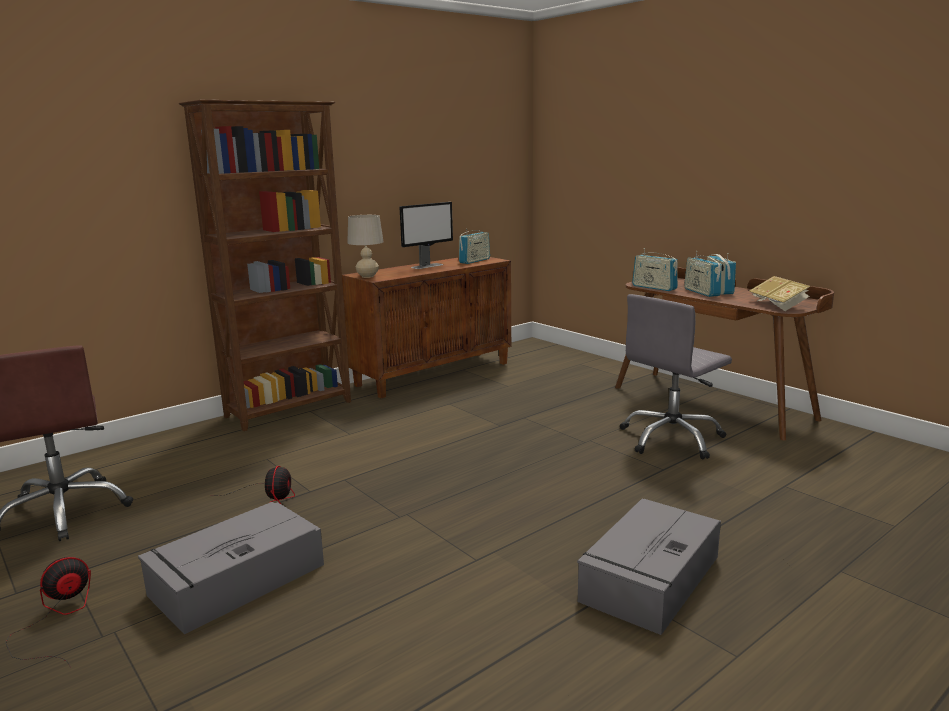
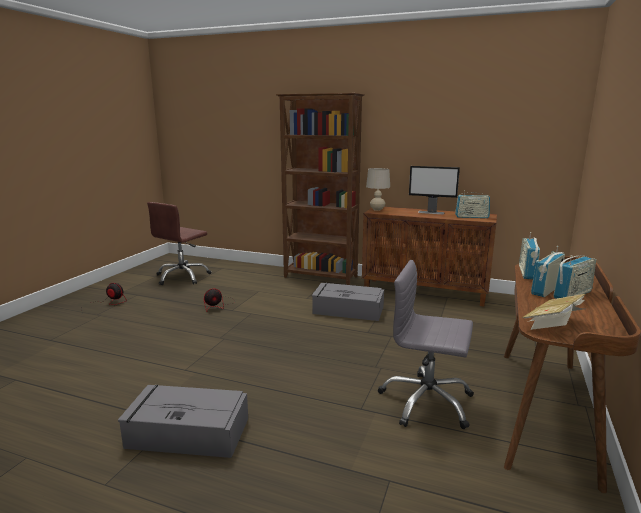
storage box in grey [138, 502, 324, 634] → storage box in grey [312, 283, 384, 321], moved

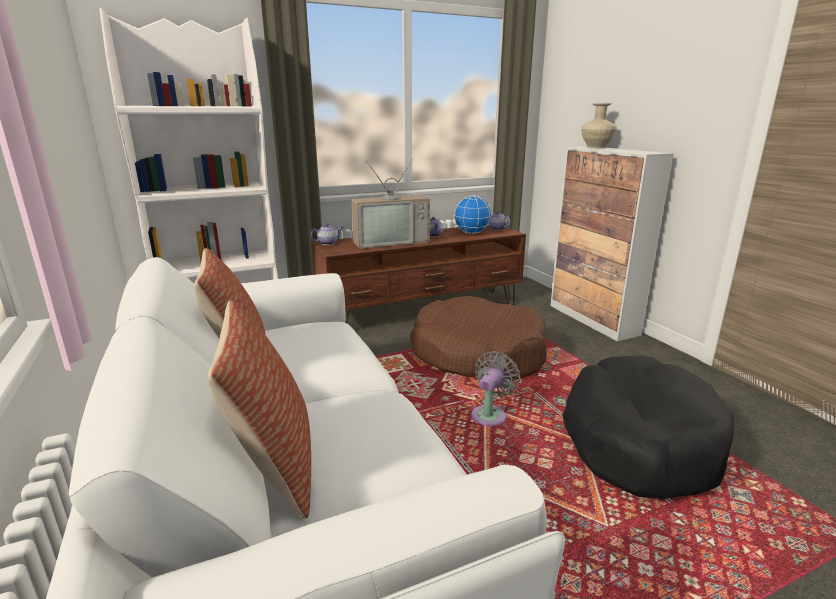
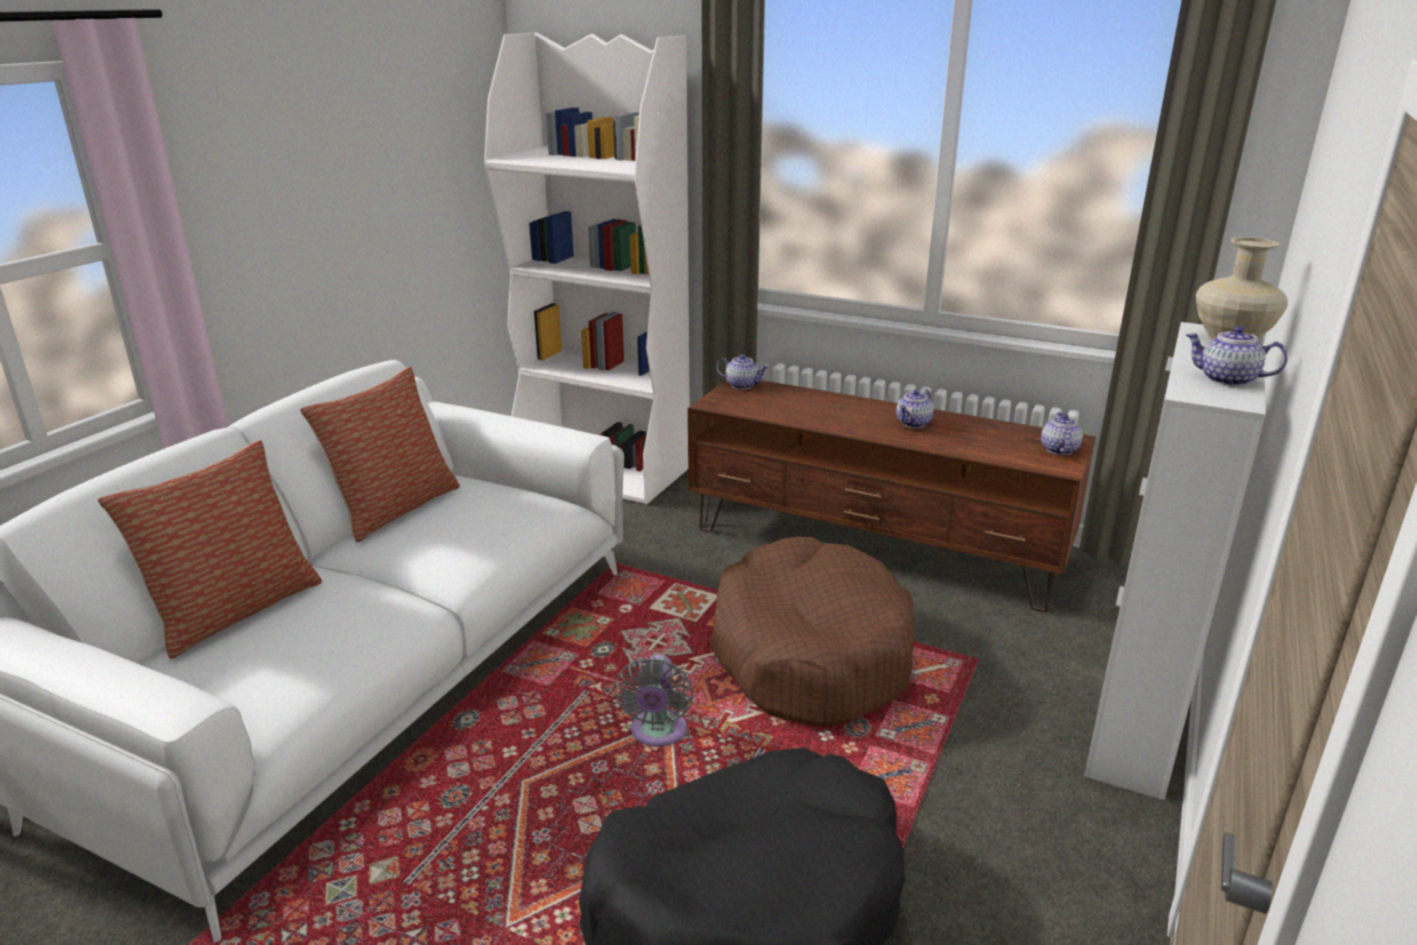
television [352, 159, 430, 249] → -
globe [455, 196, 492, 234] → -
fan in grey [471, 351, 521, 426] → fan in grey [614, 654, 693, 747], 105 degrees clockwise
- → teapot [1185, 326, 1288, 387]

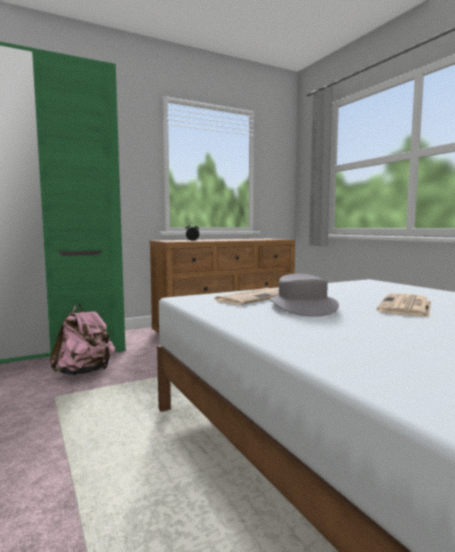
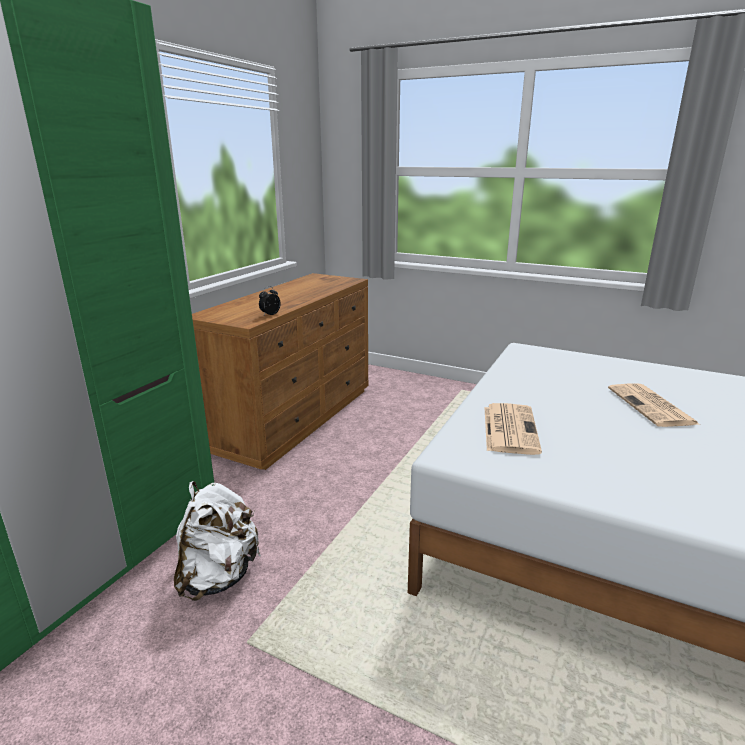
hat in grey [270, 274, 339, 317] → -
backpack in pink [50, 304, 115, 375] → backpack in white [174, 481, 261, 601]

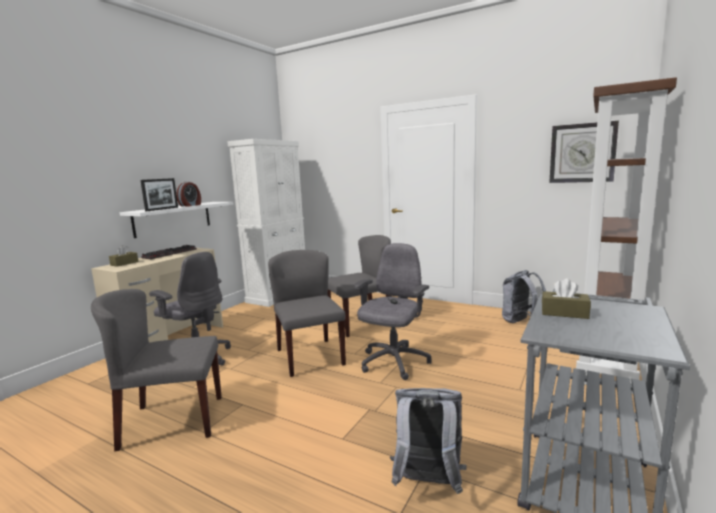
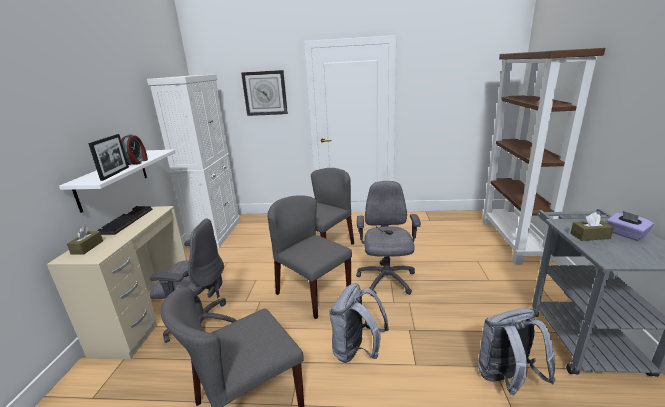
wall clock [549, 121, 619, 183] → wall clock [241, 70, 288, 116], moved
backpack in grey [502, 270, 546, 323] → backpack in grey [329, 283, 389, 363], moved
- → tissue box in purple [607, 211, 654, 241]

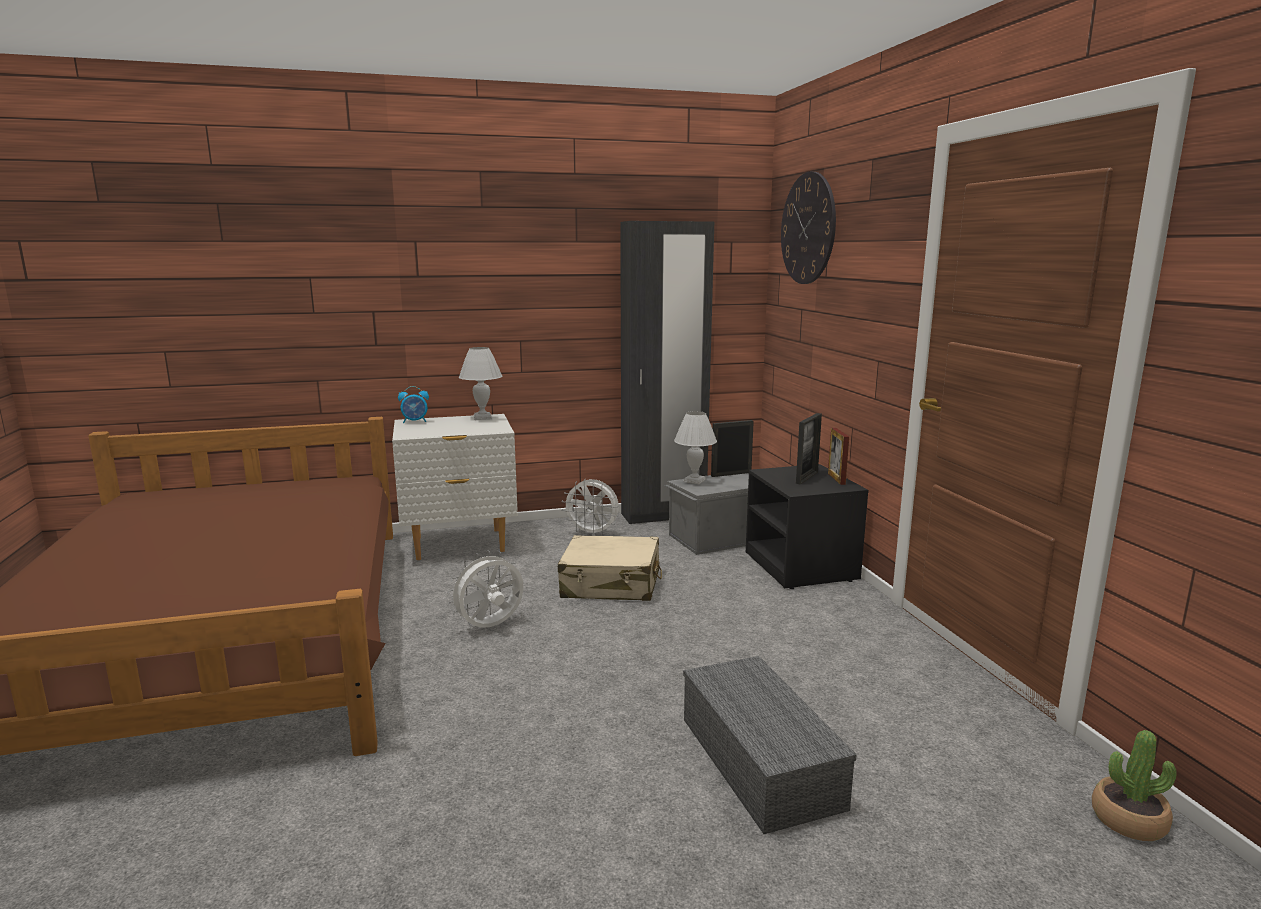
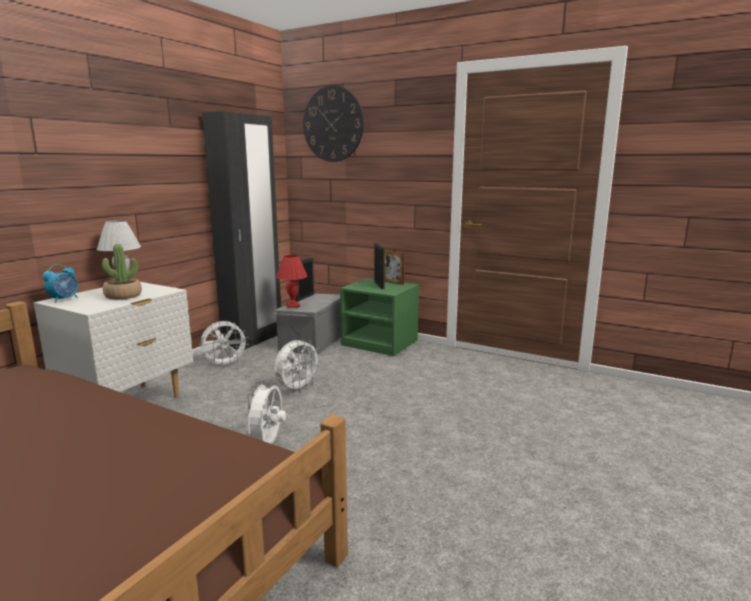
table lamp in white [674, 411, 717, 484] → table lamp in red [276, 255, 307, 308]
nightstand in black [746, 464, 869, 589] → nightstand in green [340, 278, 419, 356]
suitcase in beige [558, 535, 662, 601] → fan in white [274, 339, 322, 392]
storage box in grey [683, 656, 856, 834] → -
potted plant [1092, 730, 1177, 841] → potted plant [102, 244, 142, 300], moved

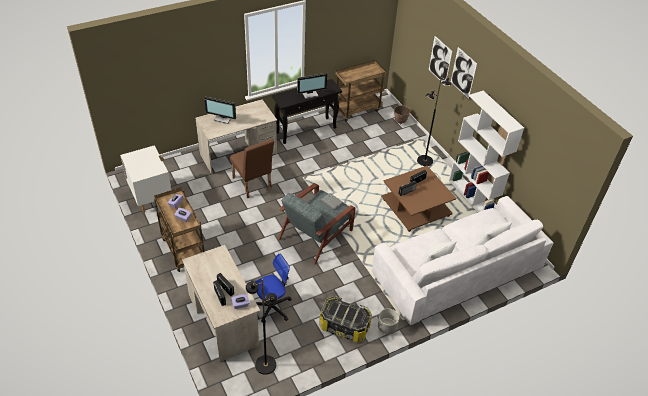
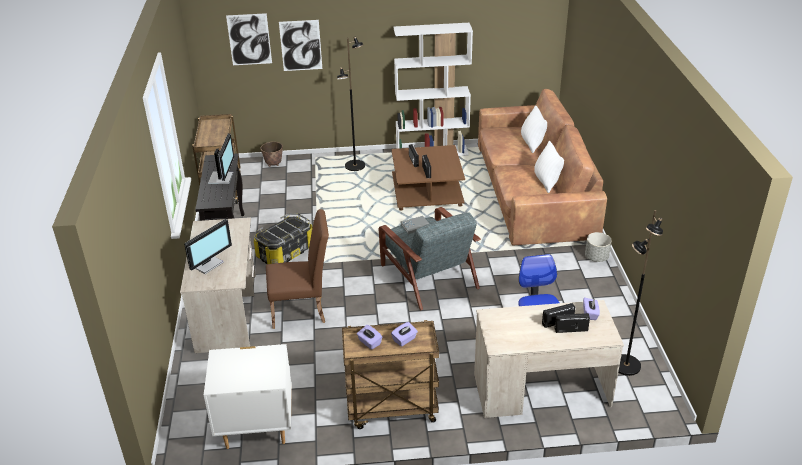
picture [451, 47, 477, 99] → picture [226, 13, 272, 65], moved
sofa in white [372, 196, 553, 325] → sofa in brown [478, 89, 607, 246]
storage box [319, 296, 372, 343] → storage box [254, 213, 312, 264], moved

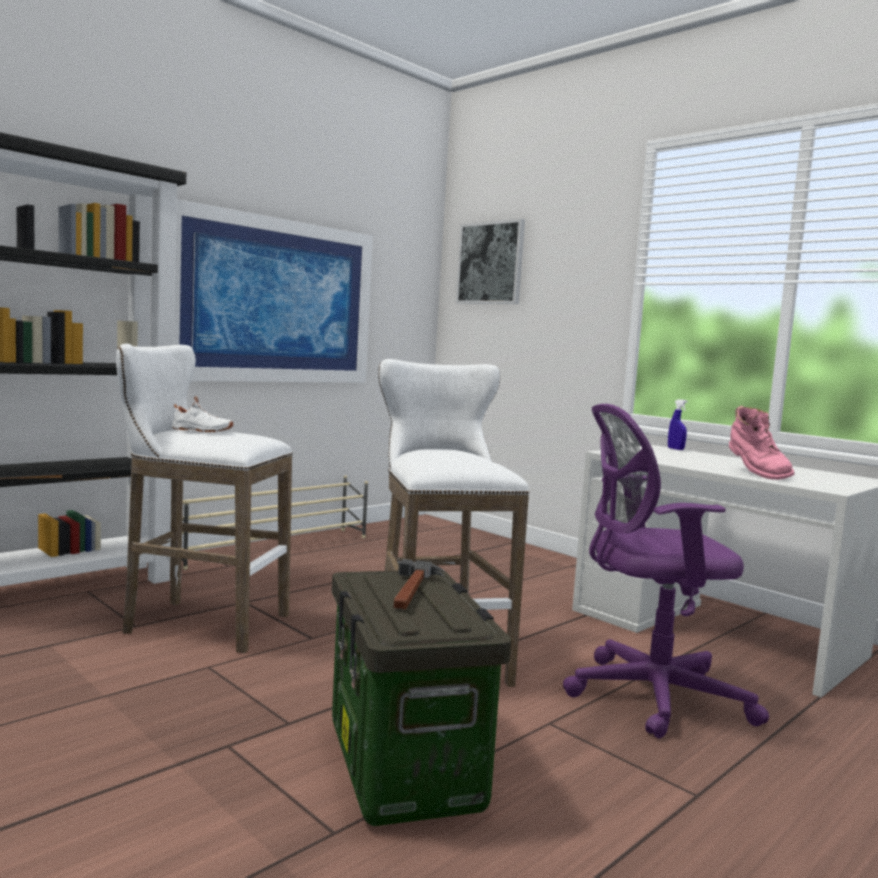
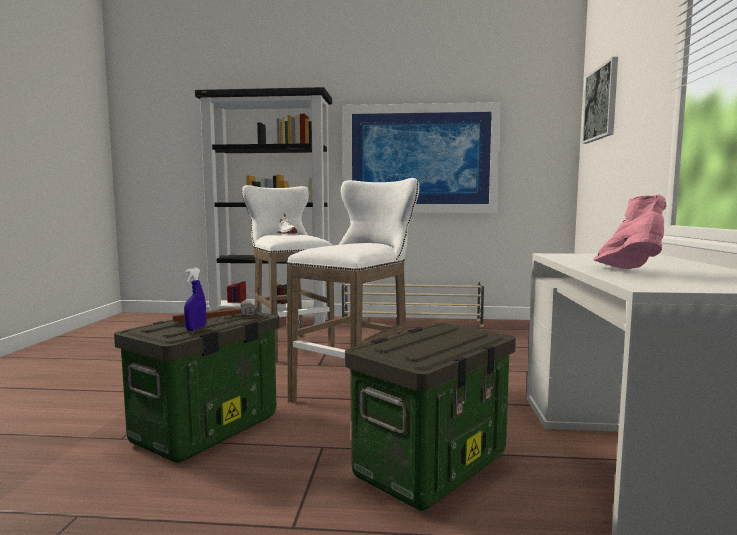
spray bottle in blue [668, 399, 688, 450] → spray bottle in blue [184, 268, 206, 331], moved
office chair in purple [563, 404, 769, 738] → storage box [345, 323, 516, 510]
boot in pink [729, 406, 794, 480] → boot in pink [594, 194, 666, 269], 150 degrees clockwise

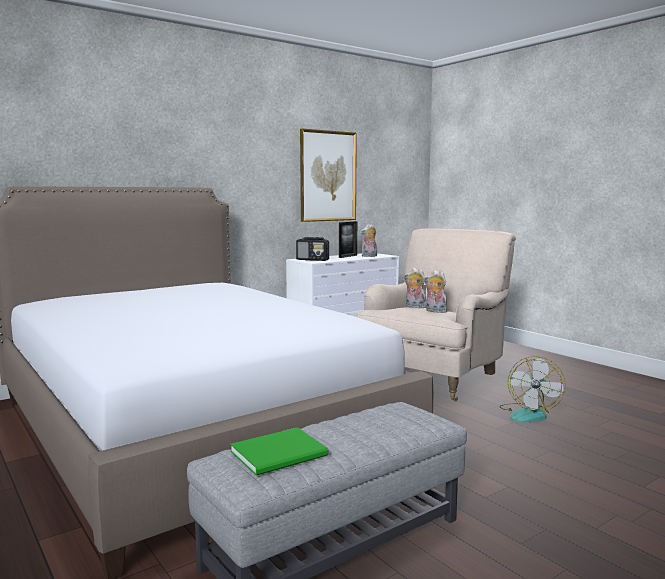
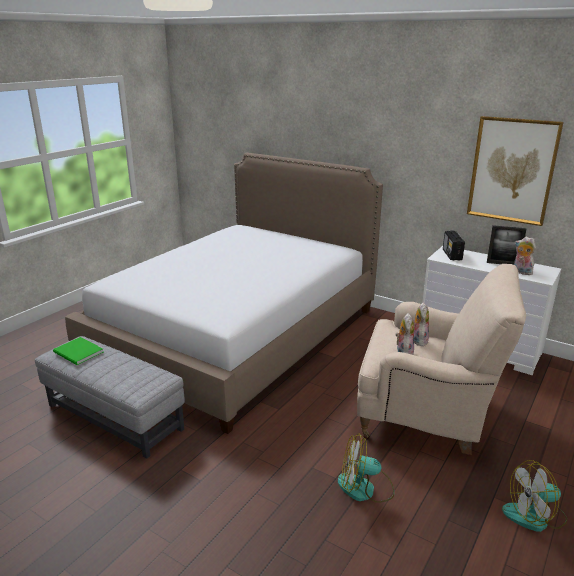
- → fan [502, 460, 567, 532]

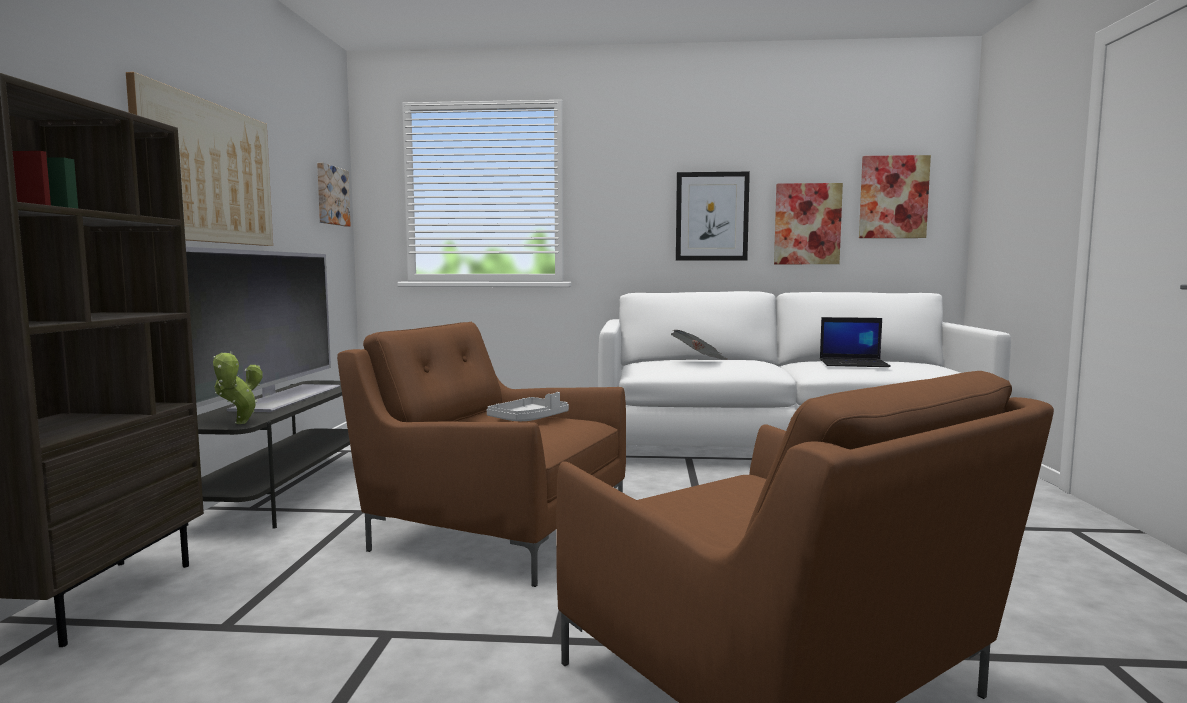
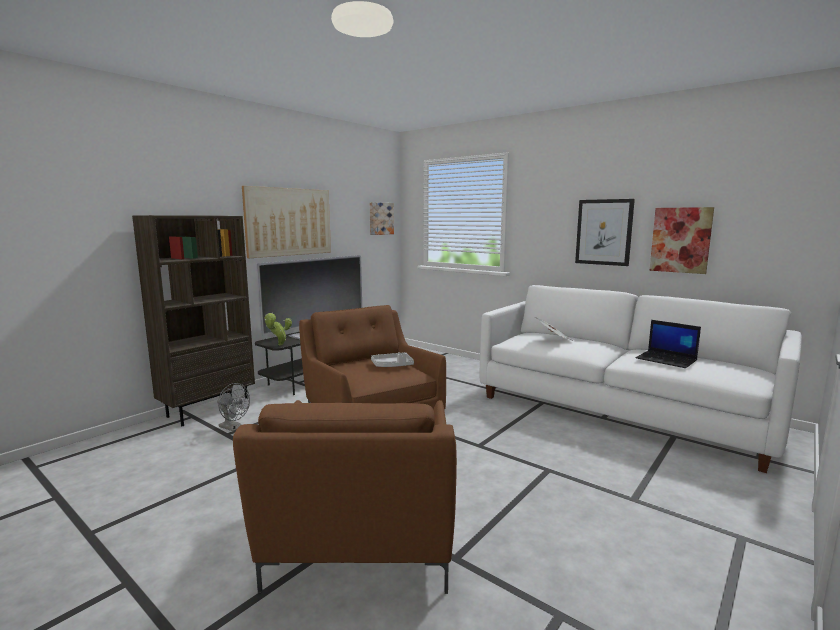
picture [859, 155, 931, 238] → -
- → fan in grey [217, 383, 250, 432]

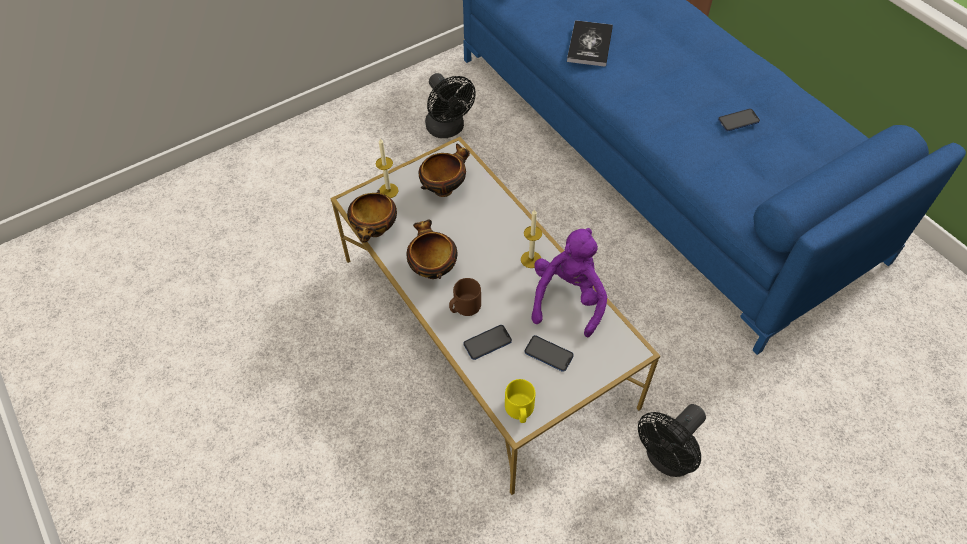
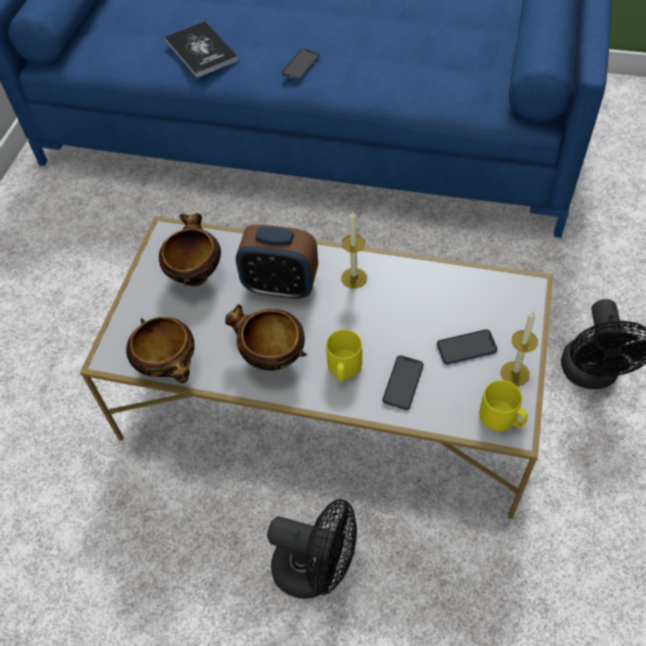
fan in black [425, 73, 476, 138] → fan in black [267, 499, 357, 599], moved
phone [718, 109, 760, 131] → phone [282, 49, 320, 81], moved
candle [376, 139, 399, 198] → candle [501, 310, 538, 386], moved
plush toy in purple [531, 228, 607, 337] → -
mug in brown [449, 278, 481, 316] → mug in yellow [326, 329, 362, 381]
- → alarm clock [236, 225, 318, 299]

